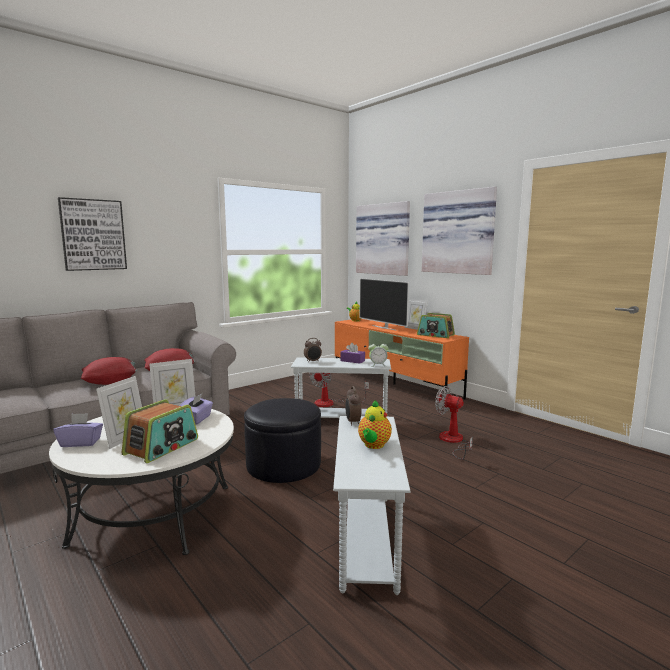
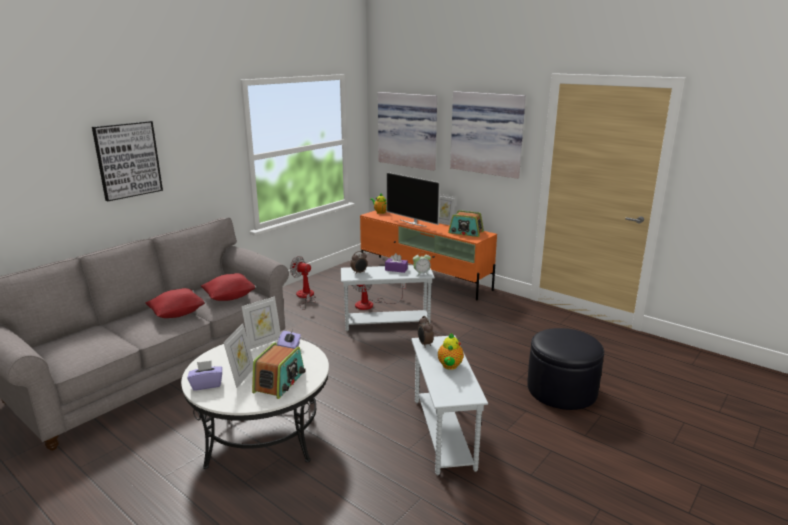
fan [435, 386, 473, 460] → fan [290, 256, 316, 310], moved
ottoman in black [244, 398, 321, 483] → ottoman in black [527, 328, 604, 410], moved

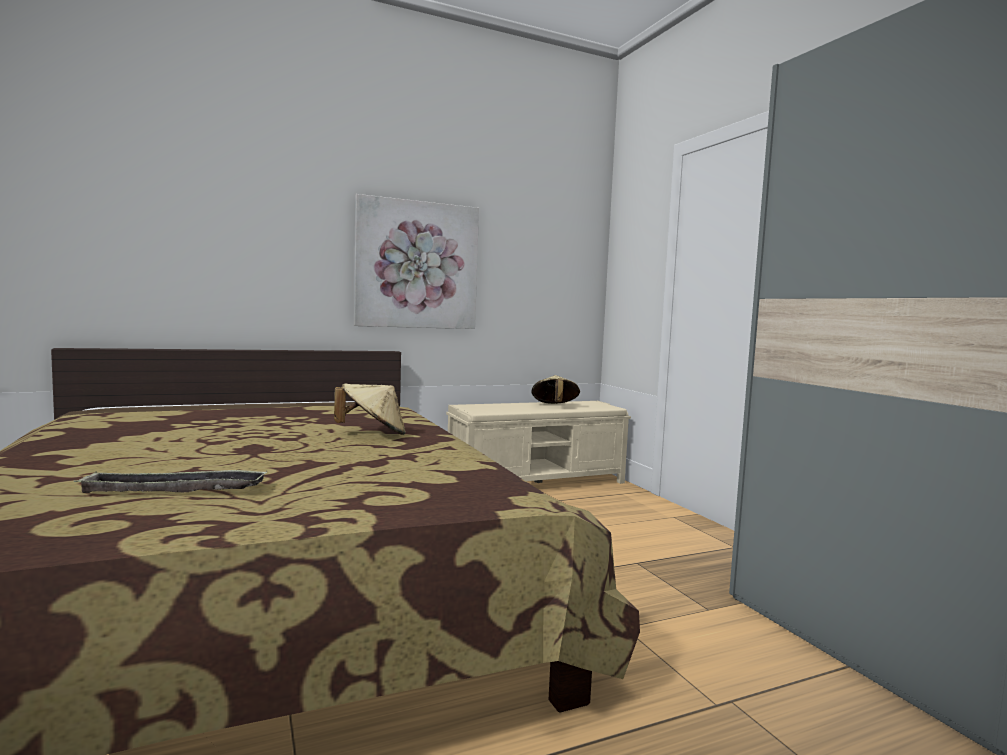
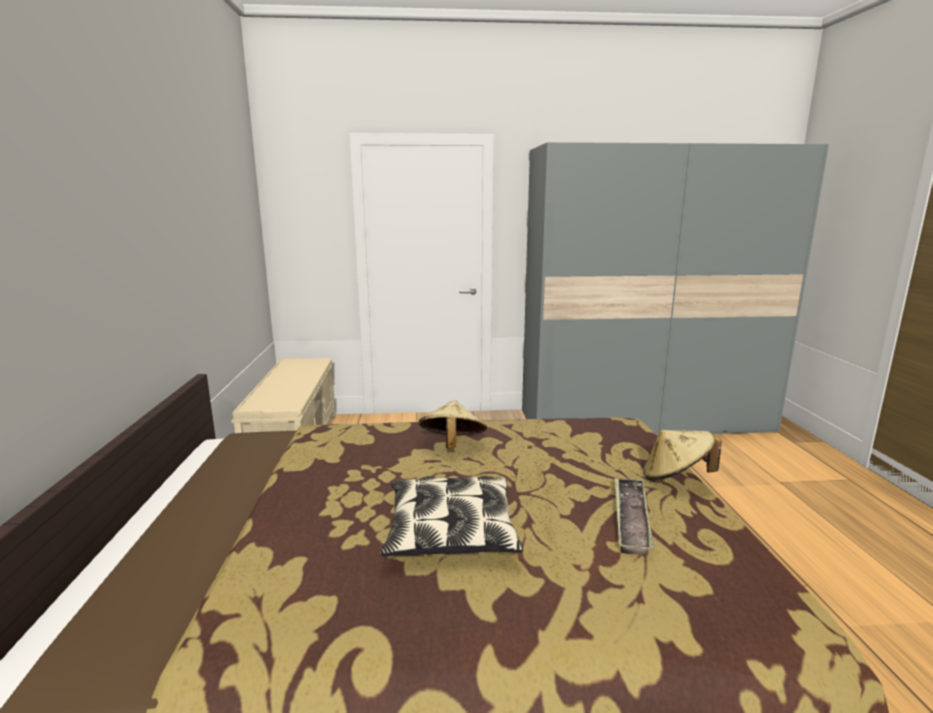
picture [354, 194, 479, 329] → -
hat in beige [531, 375, 580, 404] → hat in beige [643, 430, 722, 481], moved
- → pillow [380, 476, 523, 556]

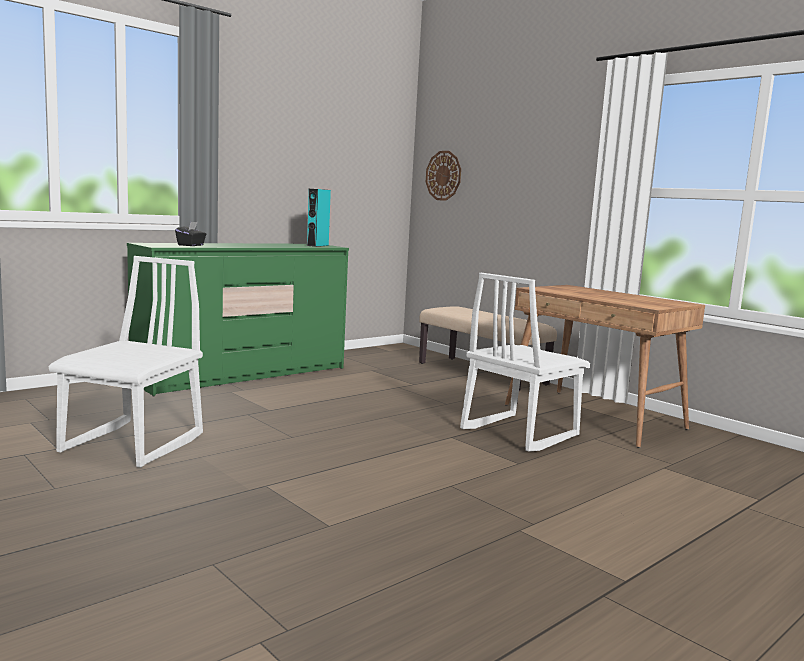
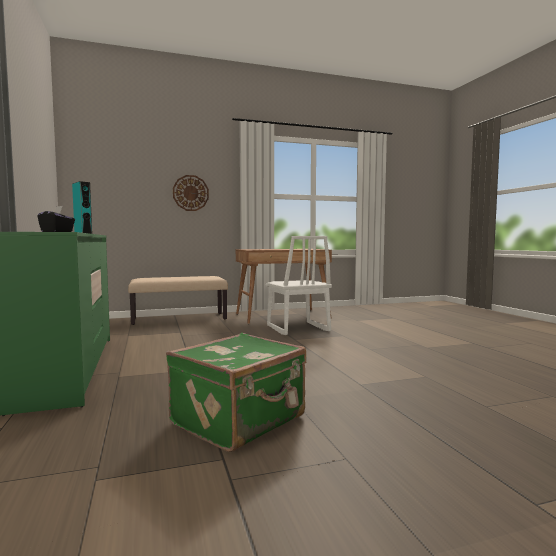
wall clock [426, 151, 461, 201] → wall clock [173, 175, 209, 211], moved
chair in white [48, 256, 203, 468] → suitcase in green [166, 333, 306, 452]

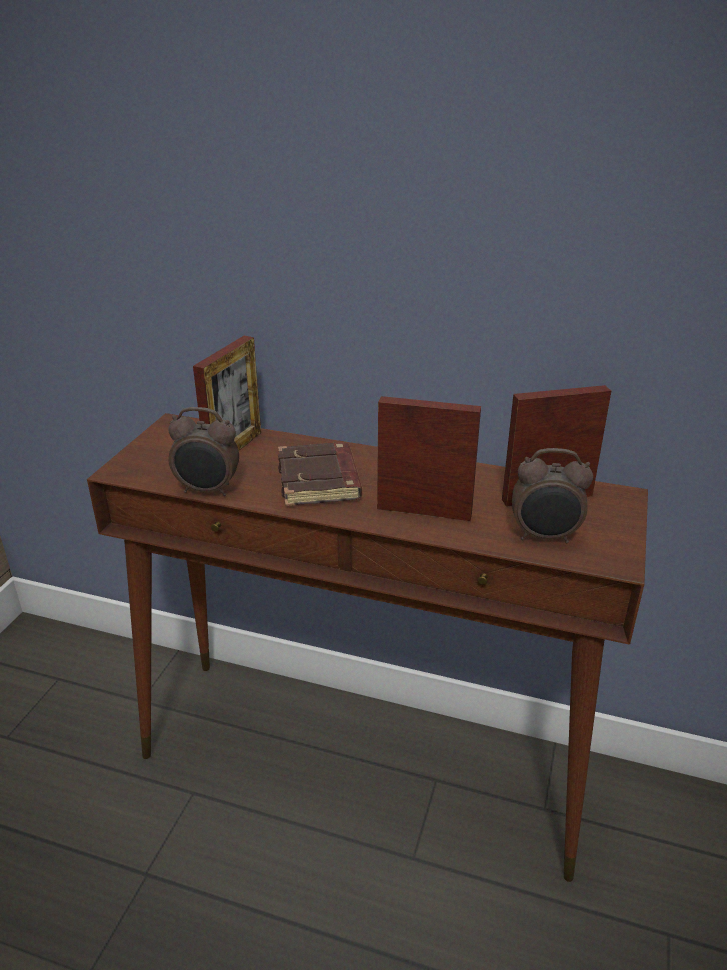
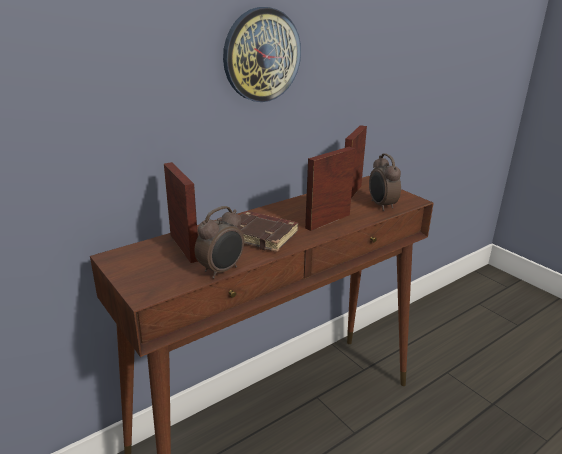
alarm clock [512, 448, 593, 543] → alarm clock [369, 153, 401, 211], 120 degrees clockwise
- → wall clock [223, 7, 301, 102]

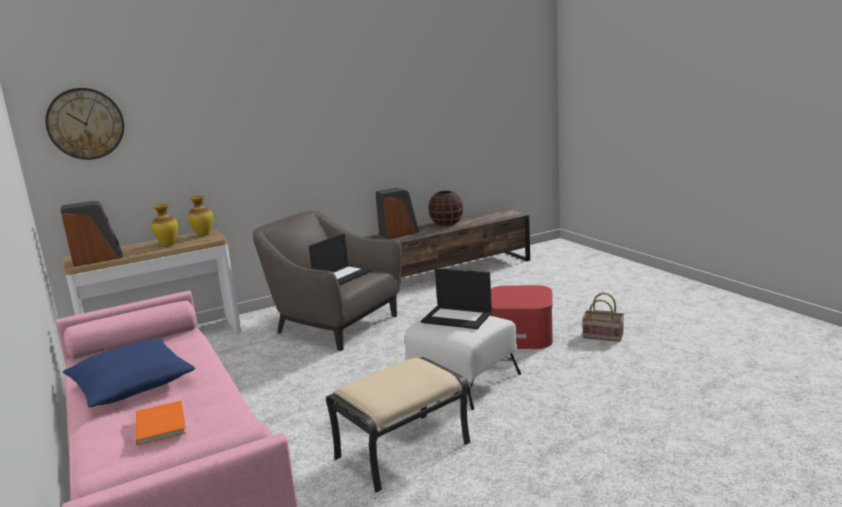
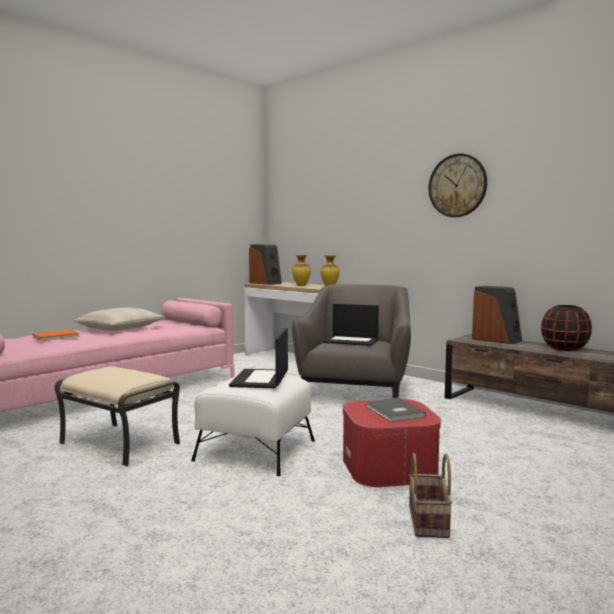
wall clock [45, 88, 124, 160] → wall clock [428, 153, 487, 217], moved
pillow in blue [63, 339, 195, 407] → pillow in beige [73, 307, 165, 331]
- → book in grey [366, 398, 426, 422]

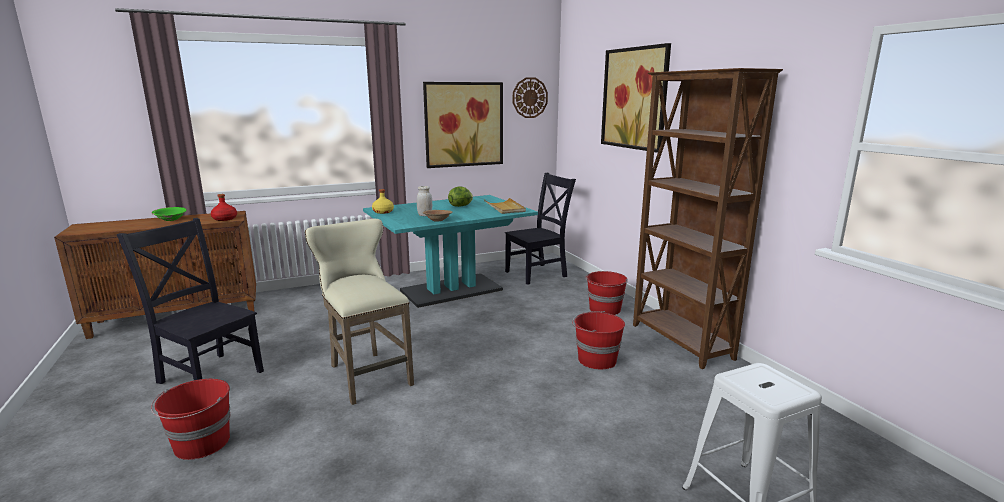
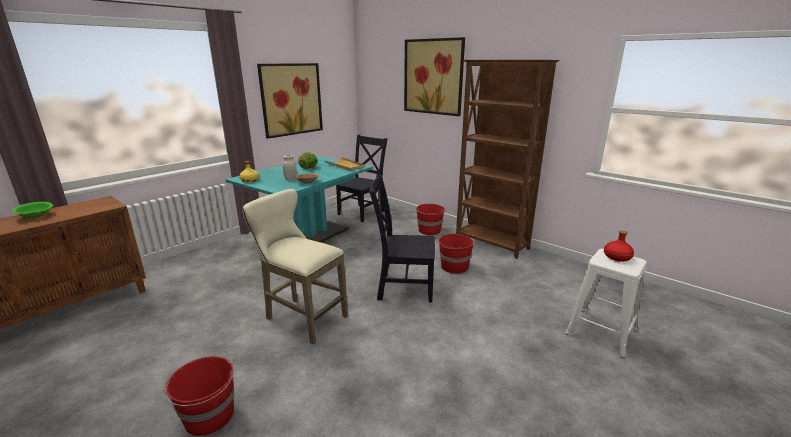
wall clock [513, 77, 548, 118] → -
bottle in red [211, 194, 237, 221] → bottle in red [604, 230, 634, 262], moved
chair in black [117, 218, 264, 384] → chair in black [369, 174, 435, 303], moved

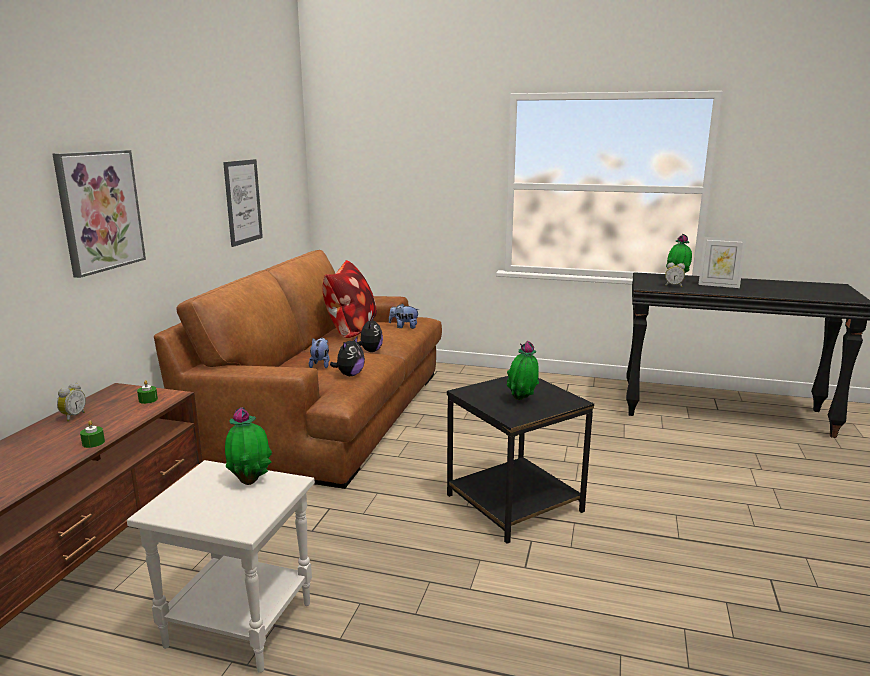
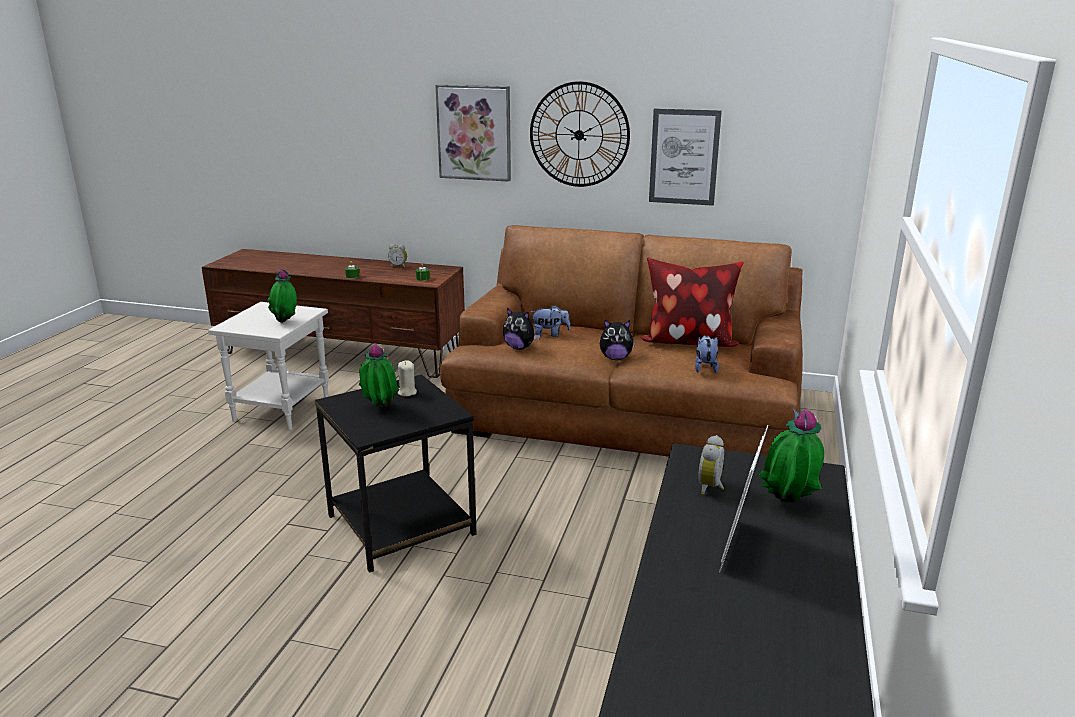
- → wall clock [530, 81, 630, 187]
- → candle in beige [398, 361, 417, 396]

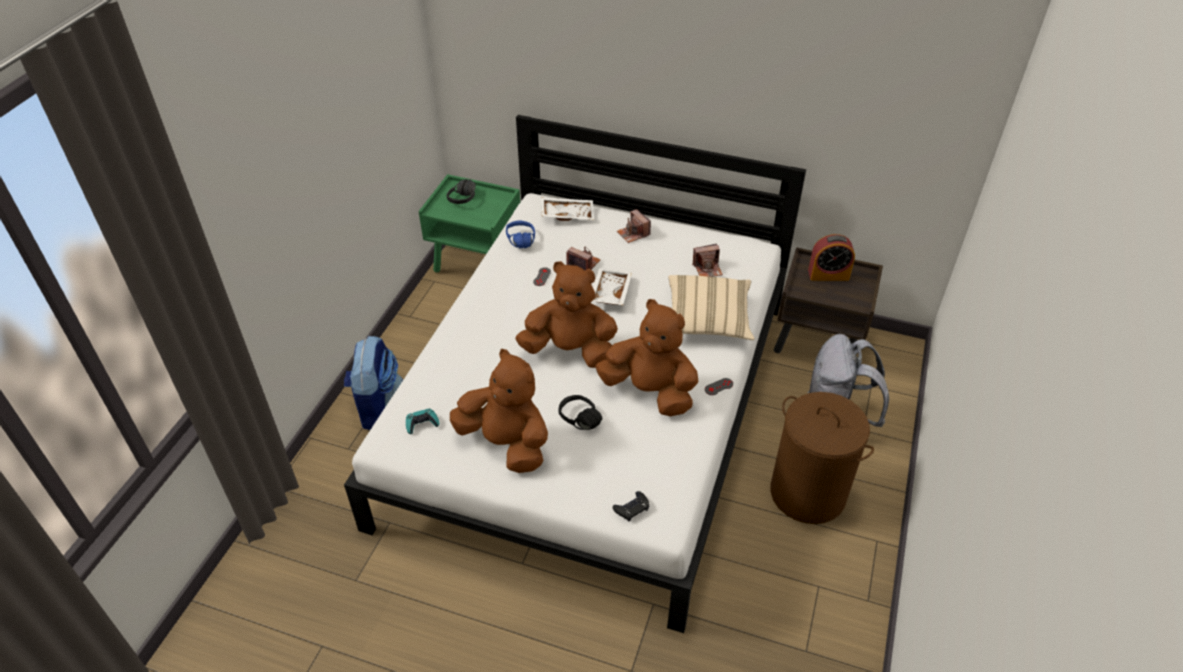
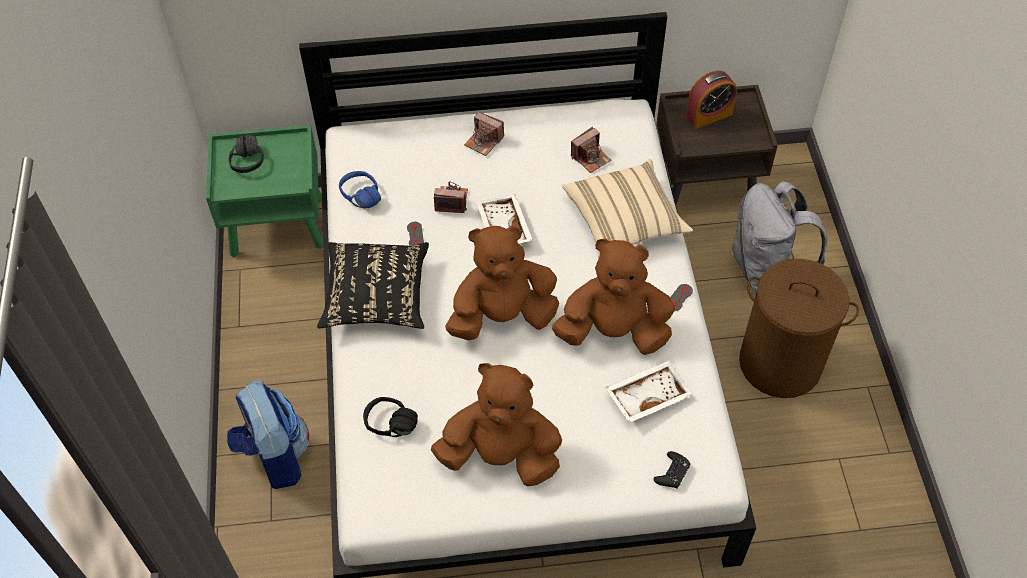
tray in white [541, 197, 595, 221] → tray in white [605, 361, 692, 423], moved
headphones in black [558, 395, 602, 430] → headphones in black [363, 397, 418, 437], moved
game controller in turquoise [406, 409, 439, 434] → -
- → pillow in black [317, 242, 429, 329]

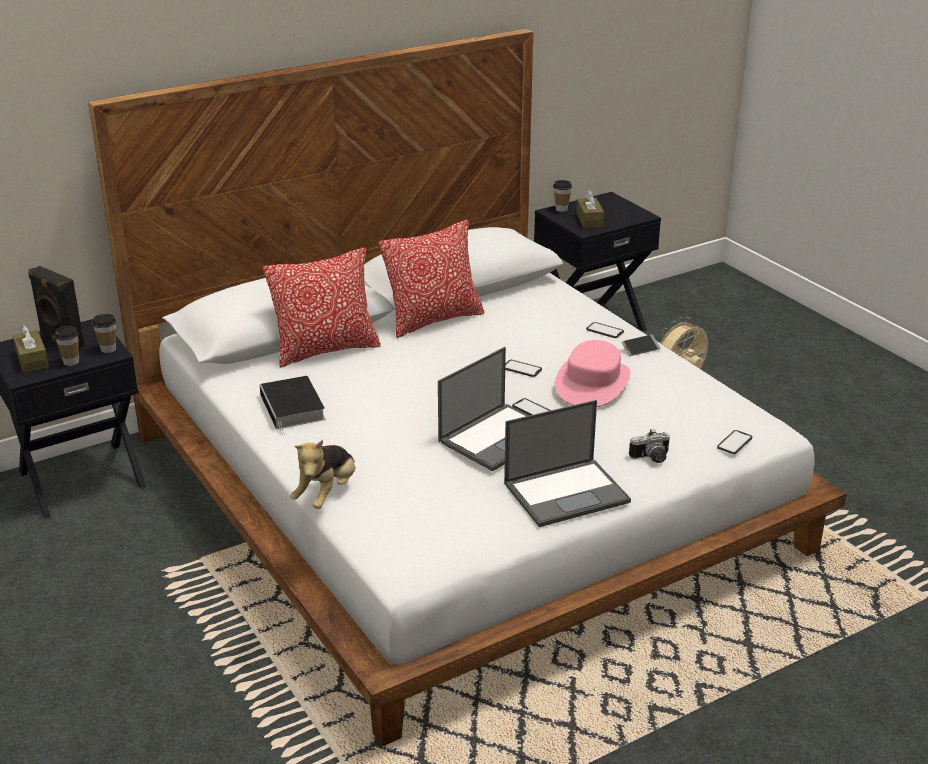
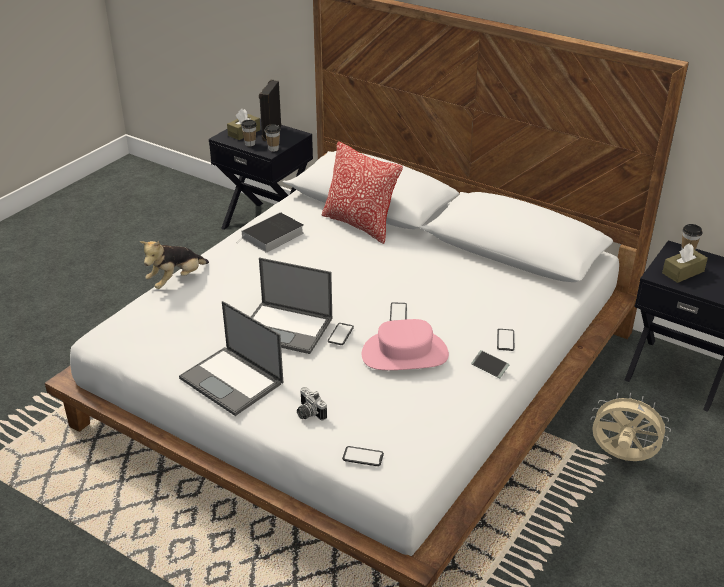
pillow [379, 220, 484, 338] → -
plush toy [290, 440, 355, 509] → plush toy [140, 241, 209, 289], 45 degrees counterclockwise

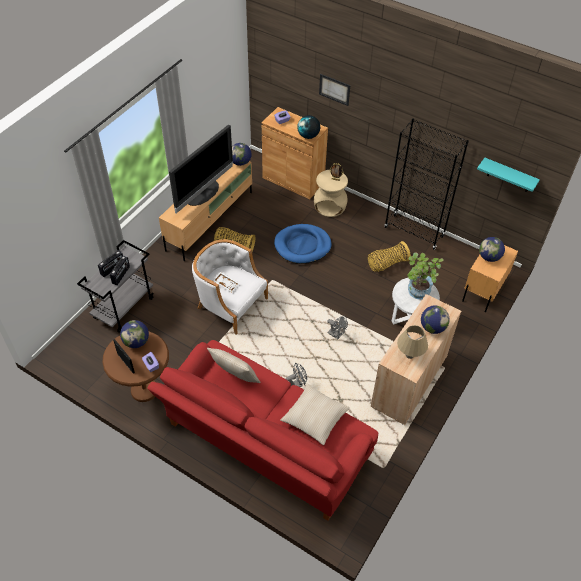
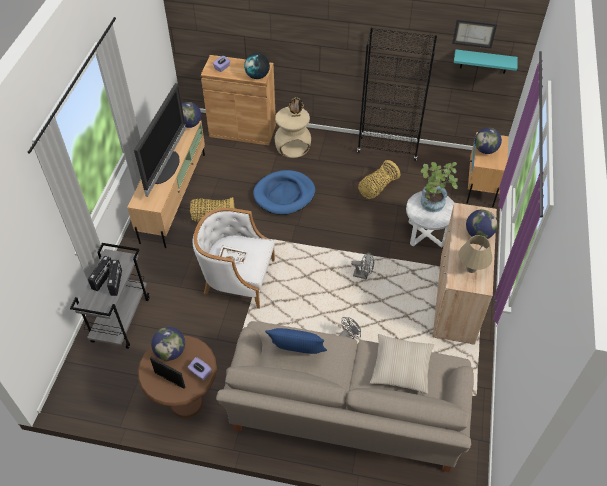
picture [319, 74, 350, 106] → picture [452, 19, 497, 48], moved
sofa in red [148, 340, 378, 521] → sofa in beige [216, 321, 474, 472]
pillow in beige [207, 348, 261, 383] → pillow in blue [265, 328, 327, 354]

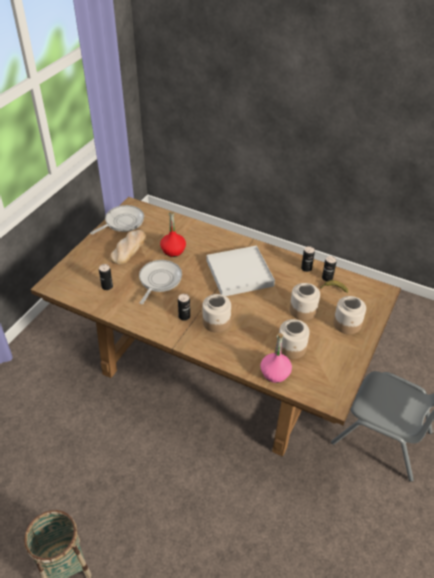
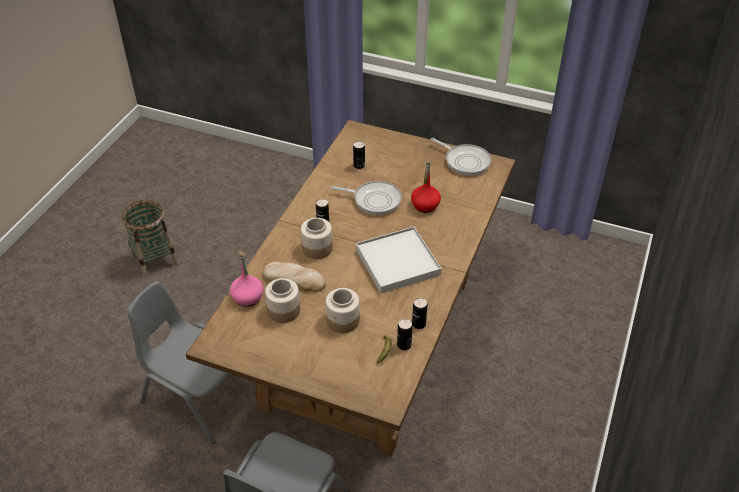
bread [110, 230, 146, 265] → bread [263, 262, 326, 292], moved
jar [333, 296, 366, 334] → -
- → chair in grey [127, 281, 256, 444]

